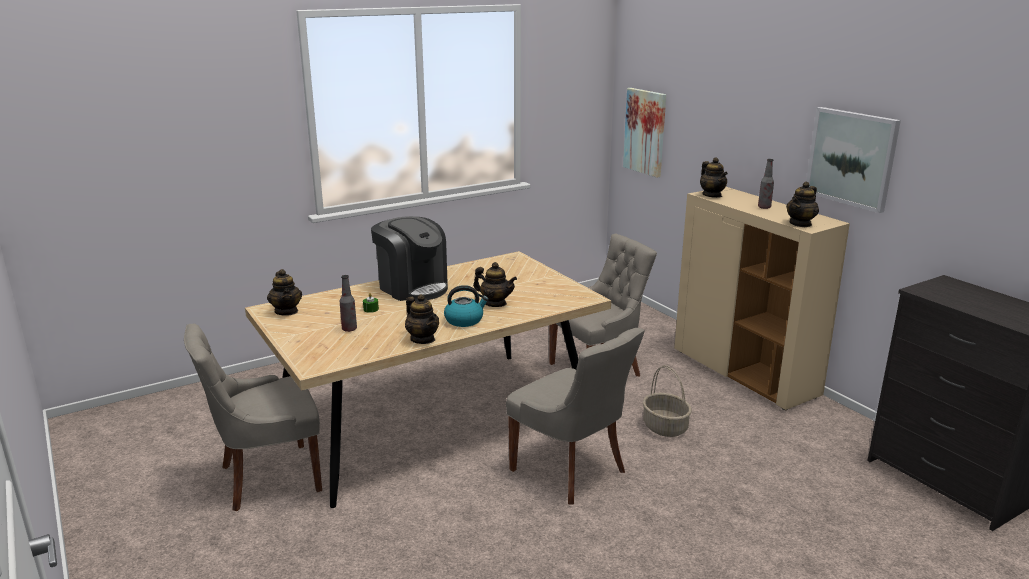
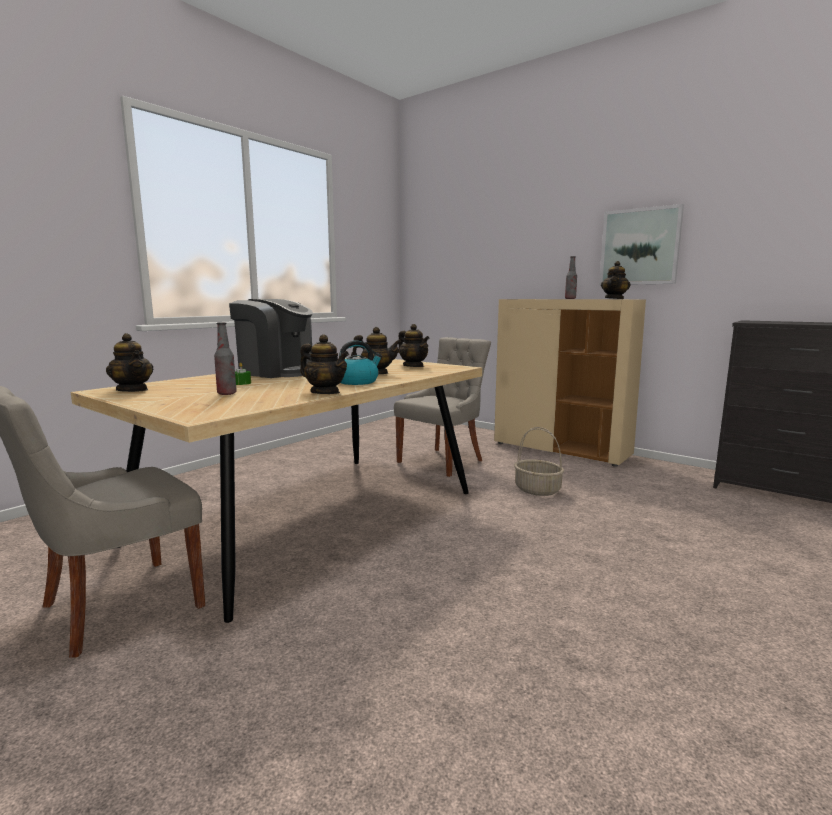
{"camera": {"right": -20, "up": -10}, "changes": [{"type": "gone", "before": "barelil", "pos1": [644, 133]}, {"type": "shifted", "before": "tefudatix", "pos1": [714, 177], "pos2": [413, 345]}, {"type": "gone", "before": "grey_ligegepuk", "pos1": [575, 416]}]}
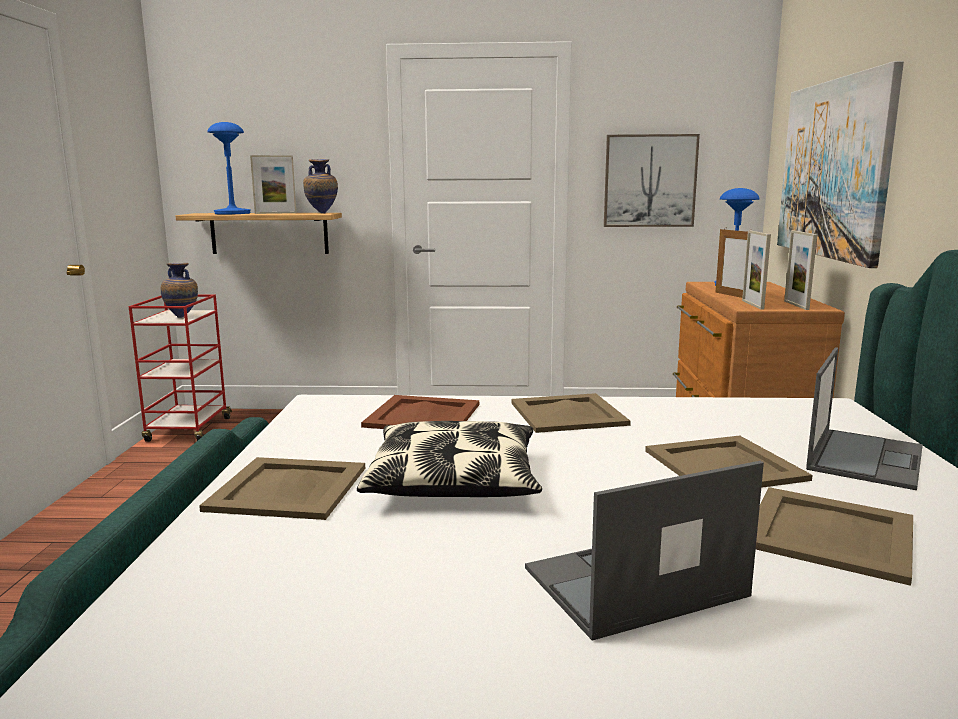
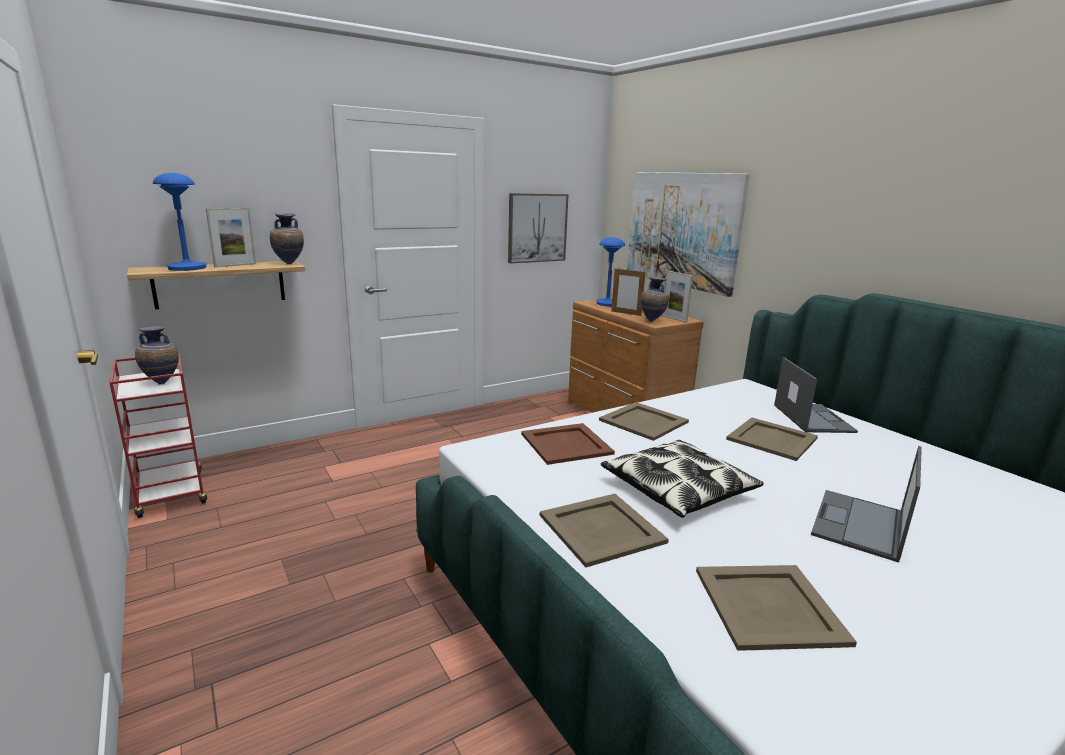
{"camera": {"right": -35, "up": 5}, "changes": [{"type": "swapped", "before": "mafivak", "after": "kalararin", "pos1": [756, 270], "pos2": [655, 299]}, {"type": "shifted", "before": "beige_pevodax", "pos1": [834, 536], "pos2": [776, 608]}]}
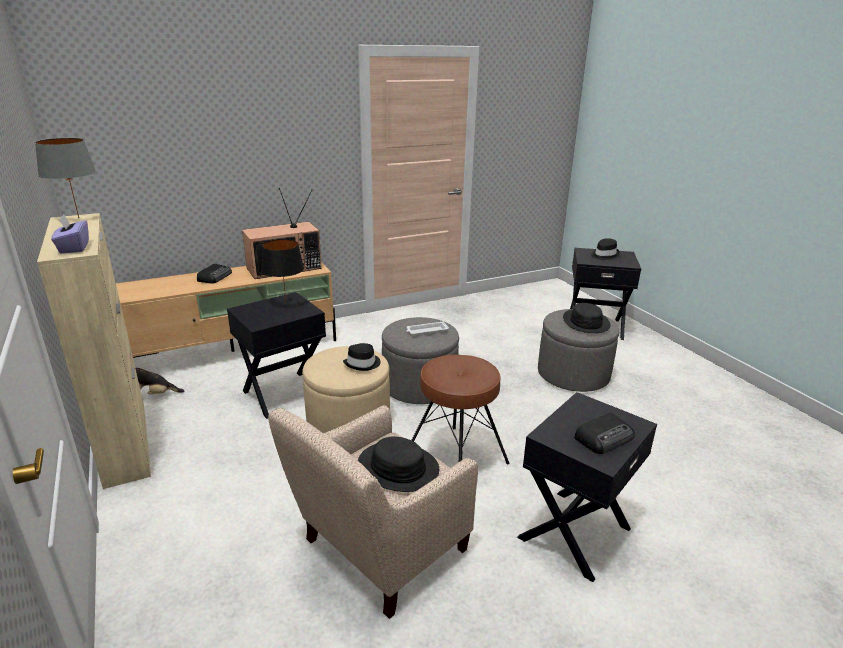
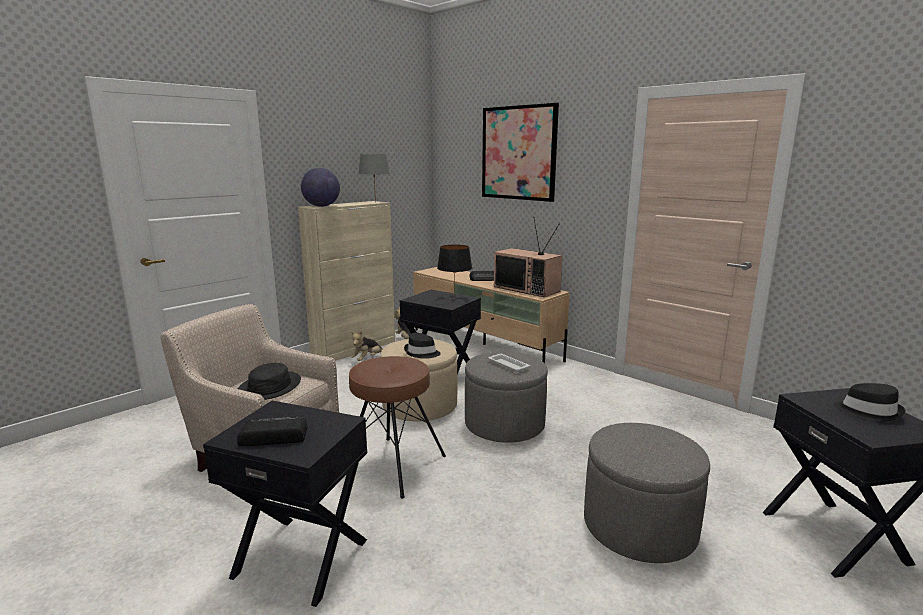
{"camera": {"right": 70, "up": -10}, "changes": [{"type": "swapped", "before": "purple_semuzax", "after": "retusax", "pos1": [70, 234], "pos2": [320, 187]}, {"type": "gone", "before": "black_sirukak", "pos1": [586, 318]}, {"type": "rotated", "before": "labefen", "pos1": [604, 433], "pos2": [272, 431], "turn": 135}, {"type": "new", "after": "barelil", "pos2": [520, 152]}, {"type": "new", "after": "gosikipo", "pos2": [366, 346]}]}
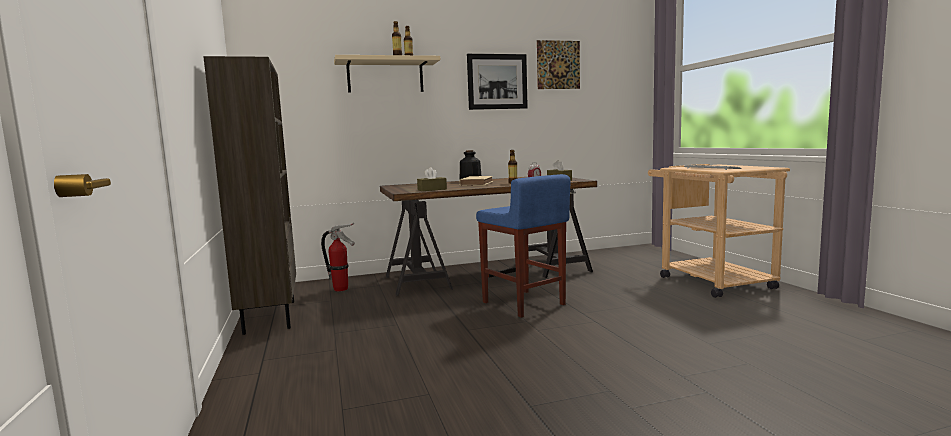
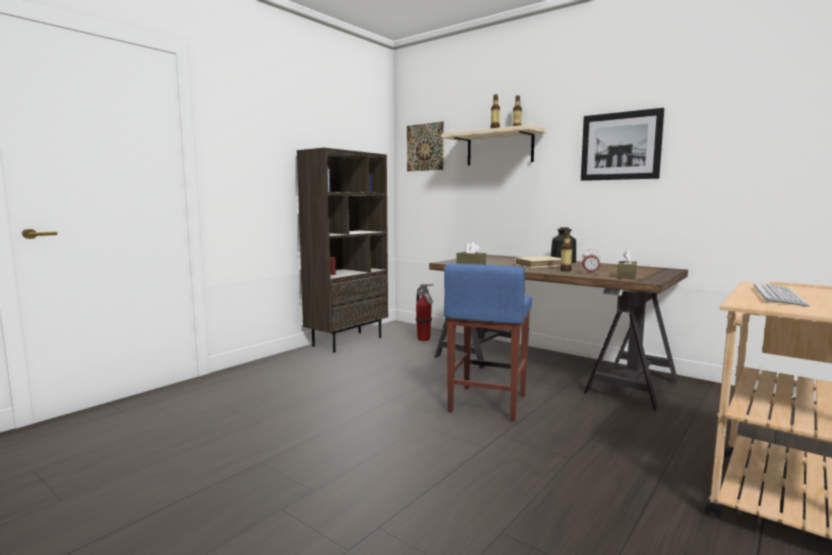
{"camera": {"right": 55, "up": 0}, "changes": [{"type": "shifted", "before": "barelil", "pos1": [558, 64], "pos2": [425, 146]}]}
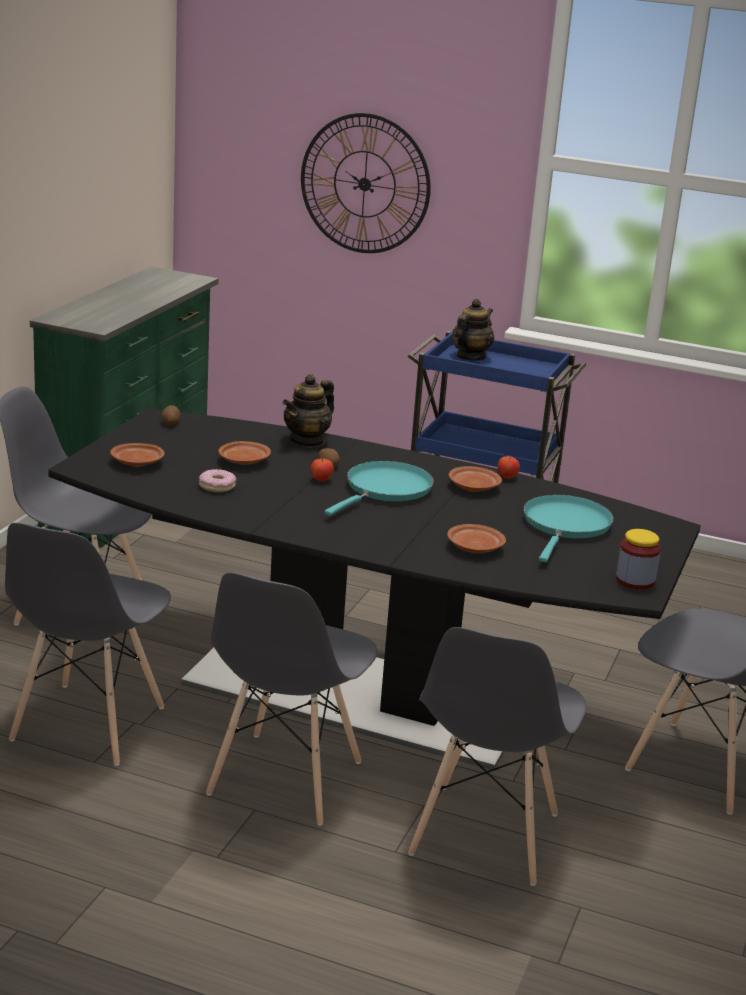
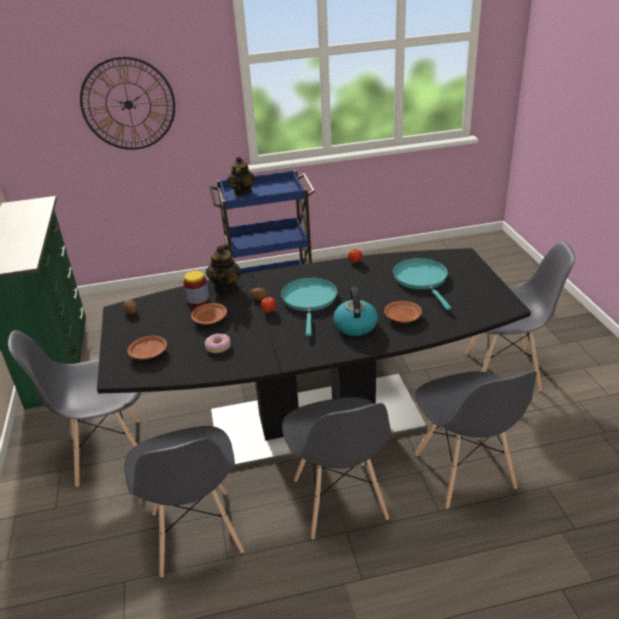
{"camera": {"right": -30, "up": 10}, "changes": [{"type": "gone", "before": "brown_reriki", "pos1": [475, 479]}, {"type": "shifted", "before": "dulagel", "pos1": [638, 559], "pos2": [196, 288]}, {"type": "new", "after": "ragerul", "pos2": [355, 311]}]}
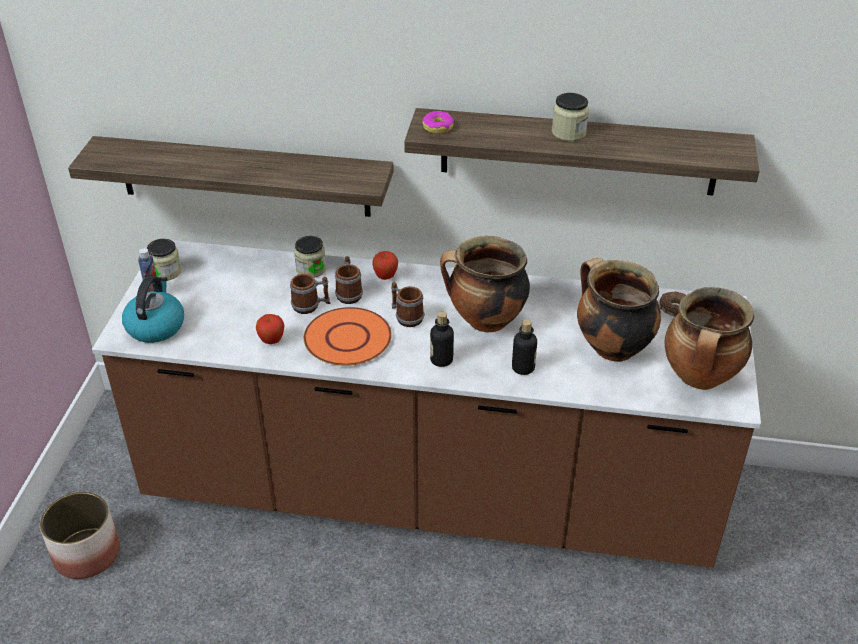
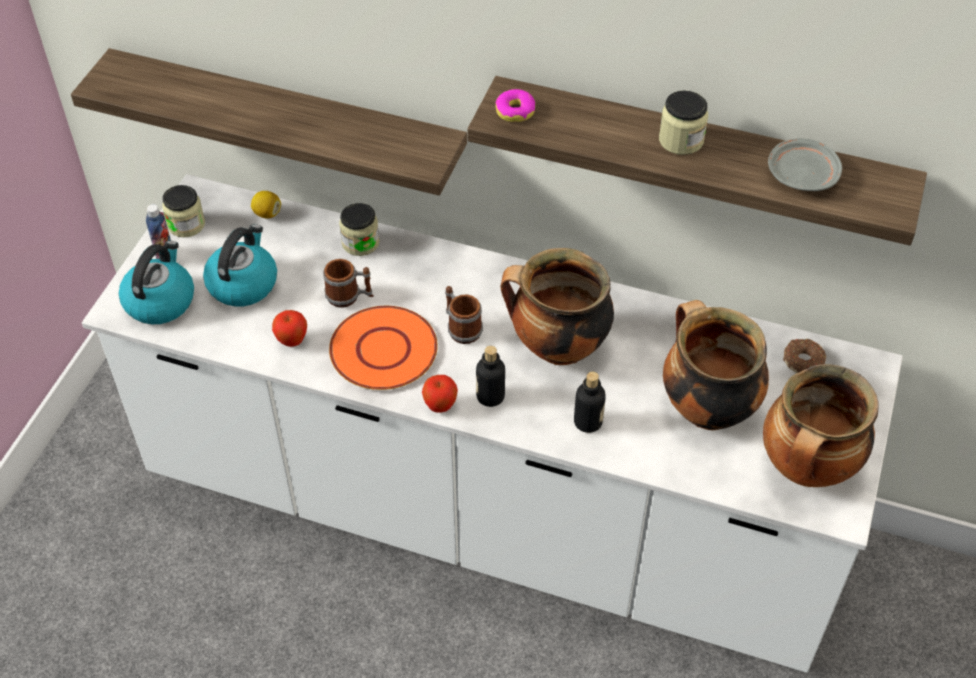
{"camera": {"right": 10, "up": 10}, "changes": [{"type": "repainted", "before": "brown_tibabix", "after": "white_tibabix", "pos1": [426, 404], "pos2": [492, 423]}, {"type": "shifted", "before": "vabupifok", "pos1": [385, 265], "pos2": [440, 394]}, {"type": "gone", "before": "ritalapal", "pos1": [349, 280]}, {"type": "gone", "before": "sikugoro", "pos1": [80, 535]}, {"type": "new", "after": "grey_reriki", "pos2": [805, 164]}, {"type": "new", "after": "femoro", "pos2": [266, 205]}, {"type": "new", "after": "ragerul", "pos2": [240, 265]}]}
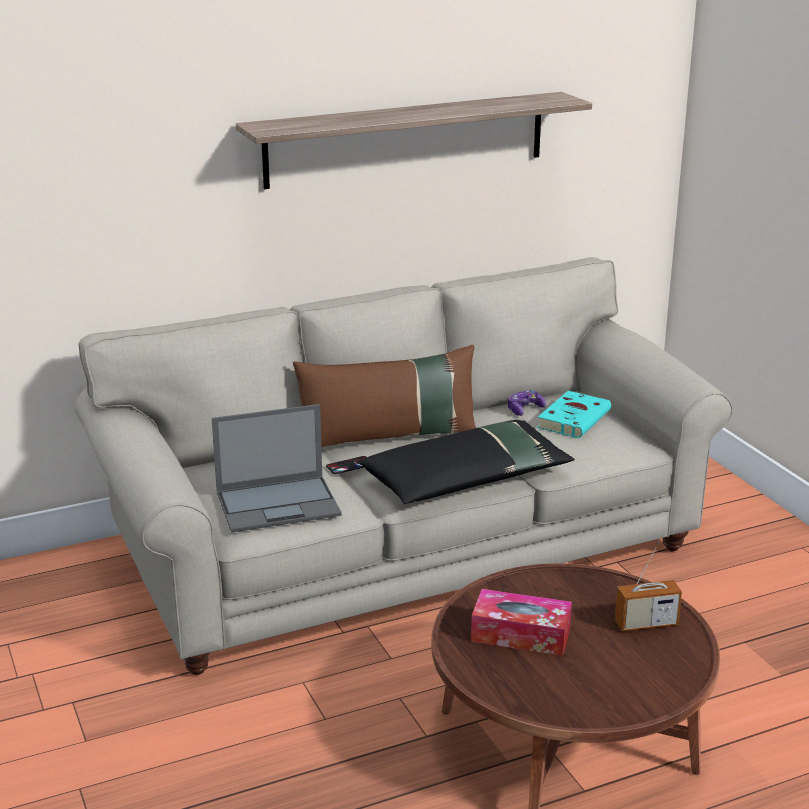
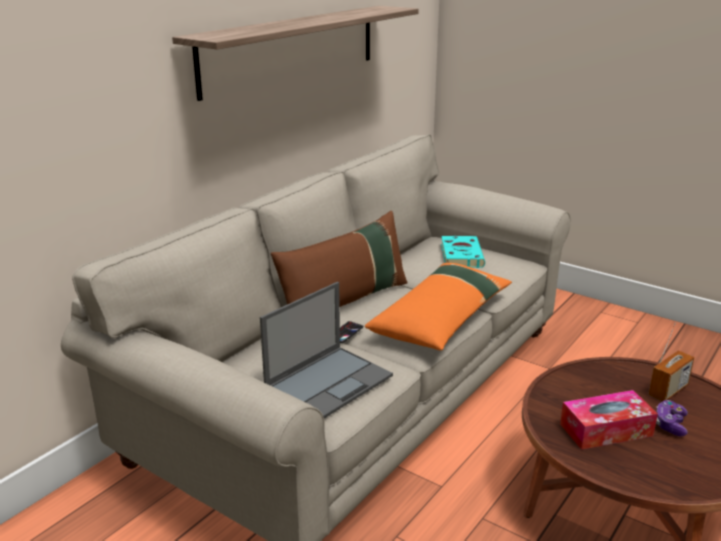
{"camera": {"right": -30, "up": 0}, "changes": [{"type": "shifted", "before": "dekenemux", "pos1": [527, 403], "pos2": [672, 418]}, {"type": "repainted", "before": "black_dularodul", "after": "orange_dularodul", "pos1": [467, 462], "pos2": [438, 307]}]}
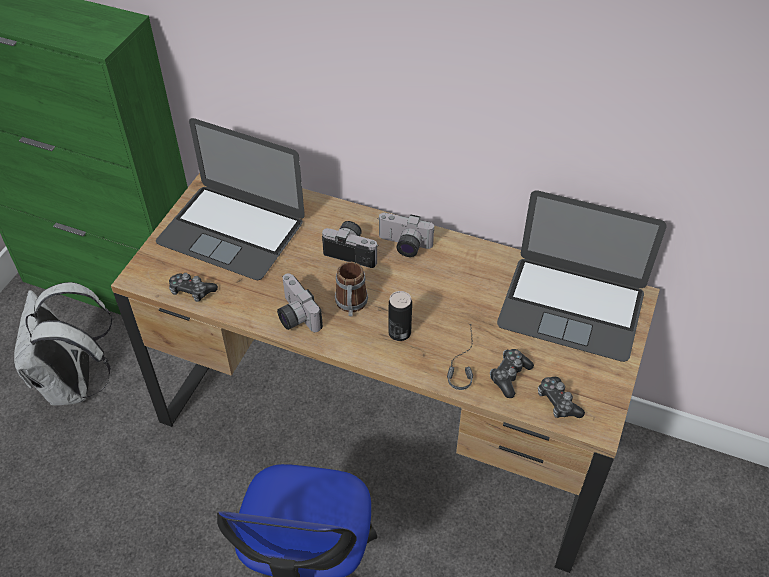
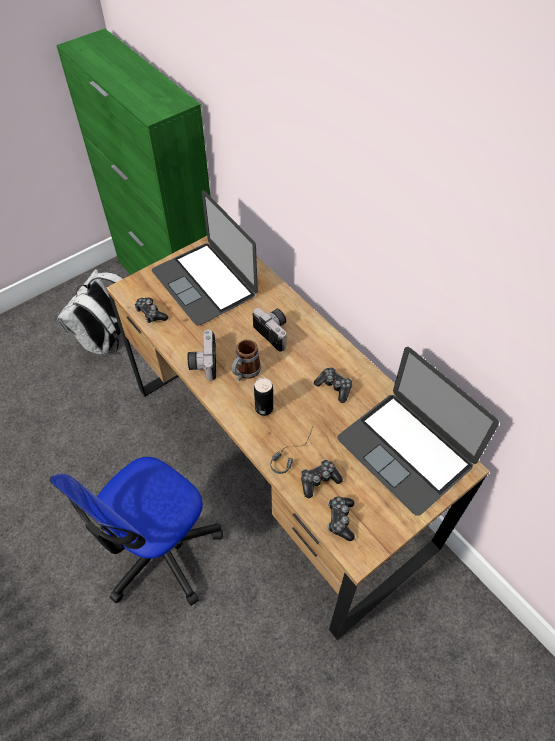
{"camera": {"right": 30, "up": 5}, "changes": [{"type": "gone", "before": "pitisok", "pos1": [407, 235]}, {"type": "new", "after": "dekenemux", "pos2": [333, 385]}]}
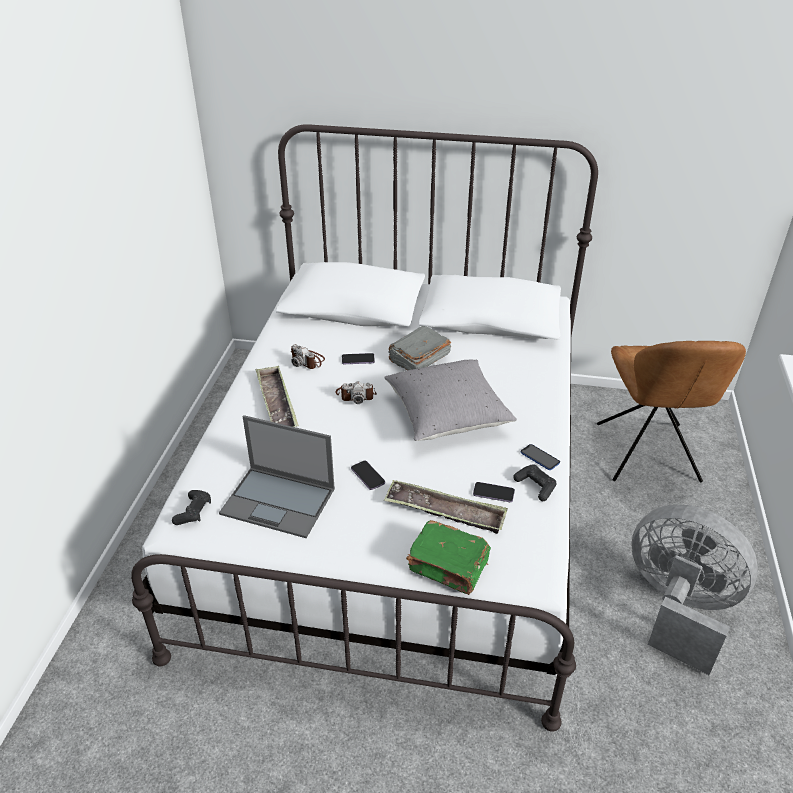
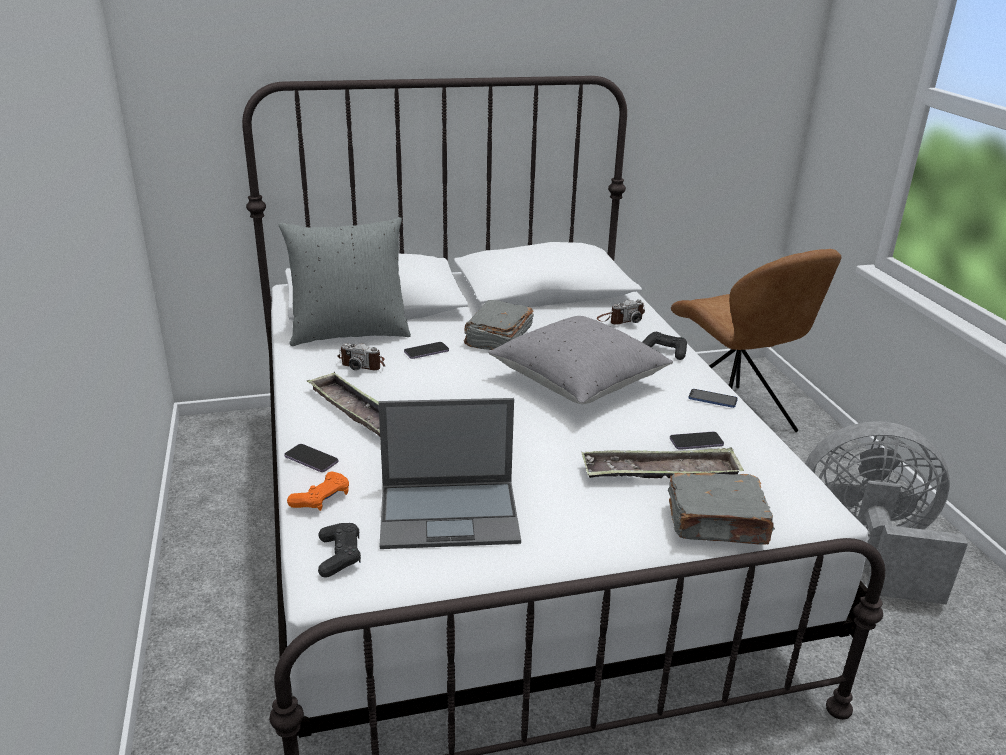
{"camera": {"right": -25, "up": -10}, "changes": [{"type": "shifted", "before": "pitisok", "pos1": [356, 392], "pos2": [621, 312]}, {"type": "shifted", "before": "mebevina", "pos1": [368, 475], "pos2": [311, 458]}, {"type": "shifted", "before": "black_dekenemux", "pos1": [535, 482], "pos2": [664, 346]}, {"type": "repainted", "before": "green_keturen", "after": "grey_keturen", "pos1": [448, 557], "pos2": [721, 509]}, {"type": "new", "after": "grey_dularodul", "pos2": [345, 281]}, {"type": "new", "after": "orange_dekenemux", "pos2": [318, 491]}]}
